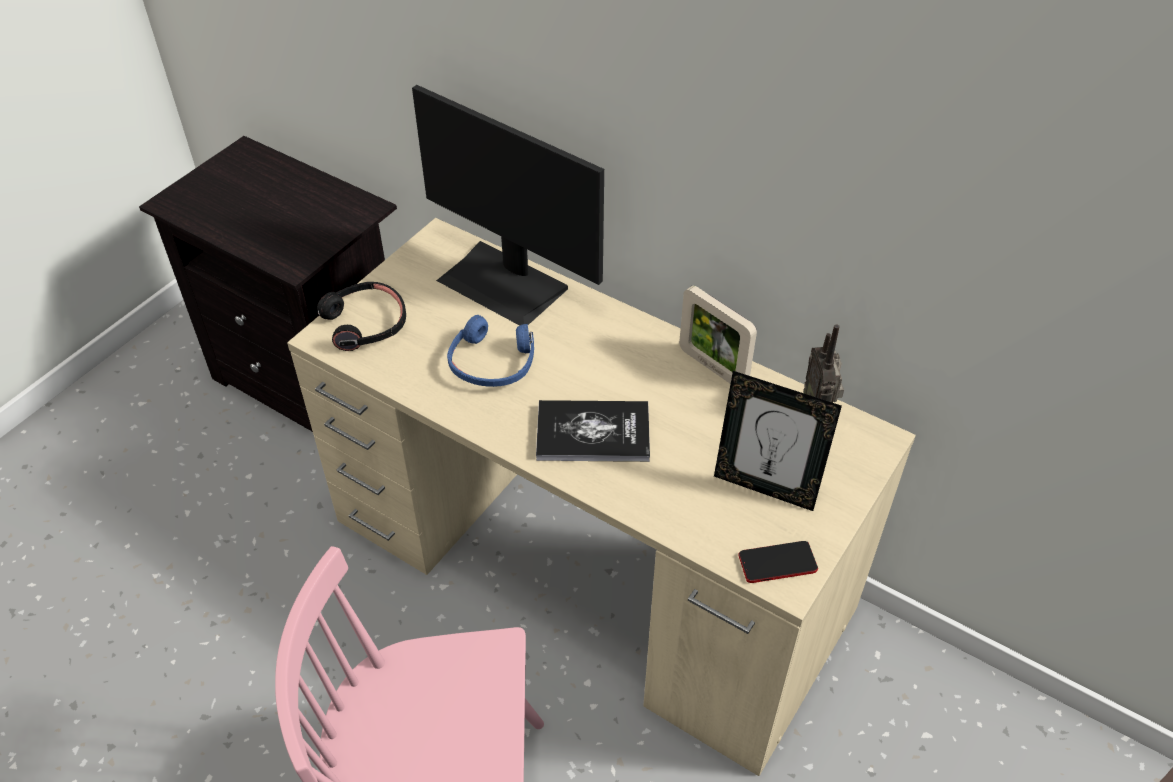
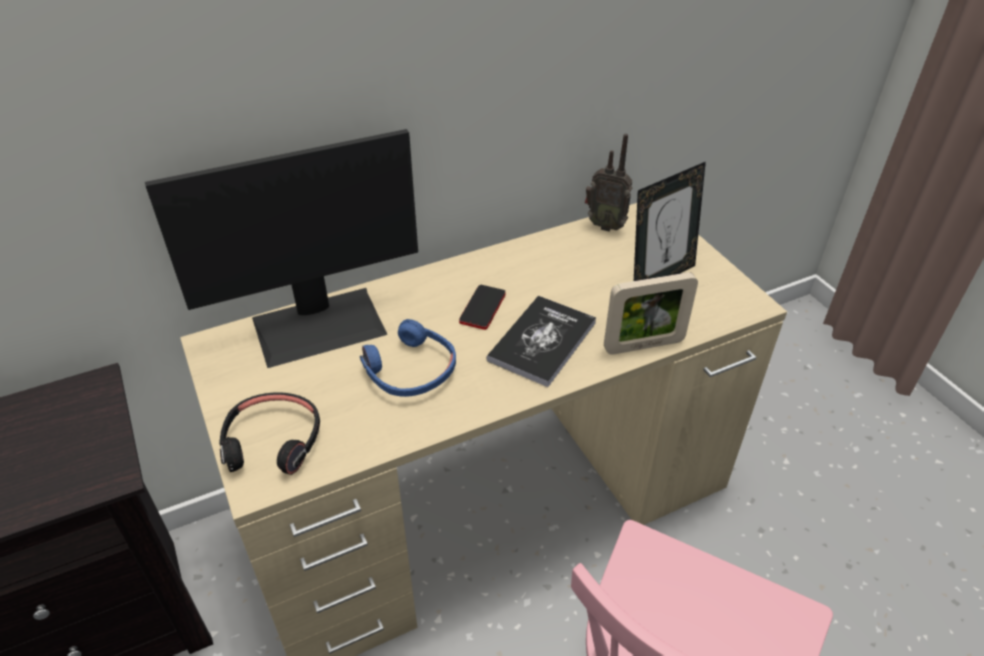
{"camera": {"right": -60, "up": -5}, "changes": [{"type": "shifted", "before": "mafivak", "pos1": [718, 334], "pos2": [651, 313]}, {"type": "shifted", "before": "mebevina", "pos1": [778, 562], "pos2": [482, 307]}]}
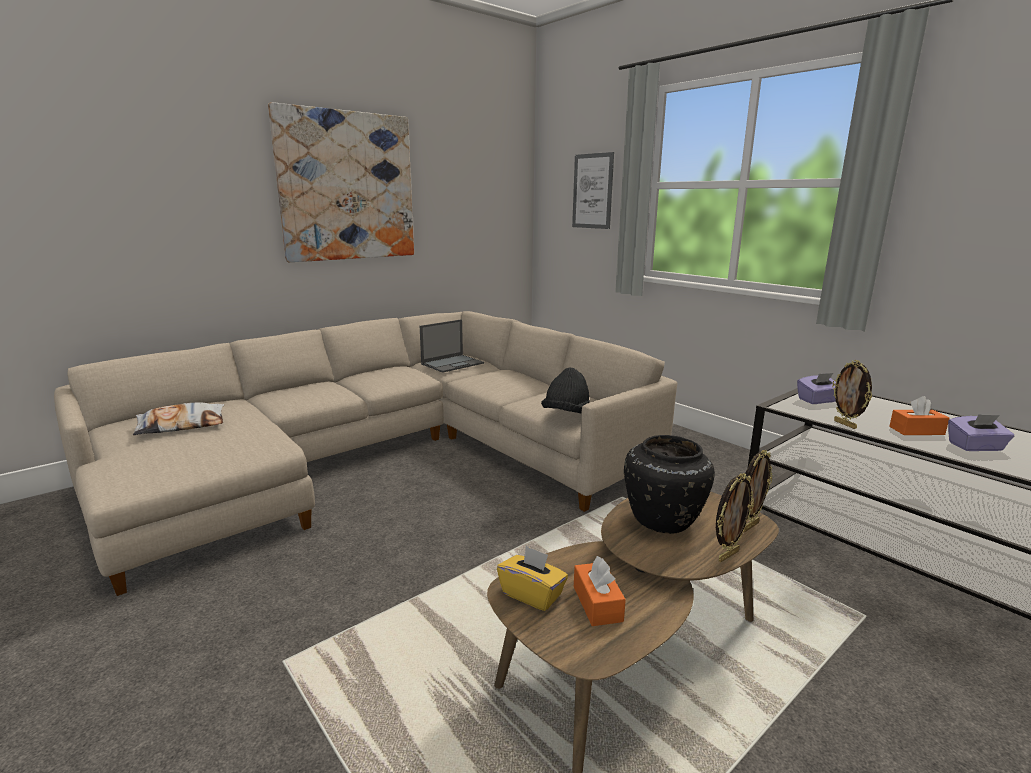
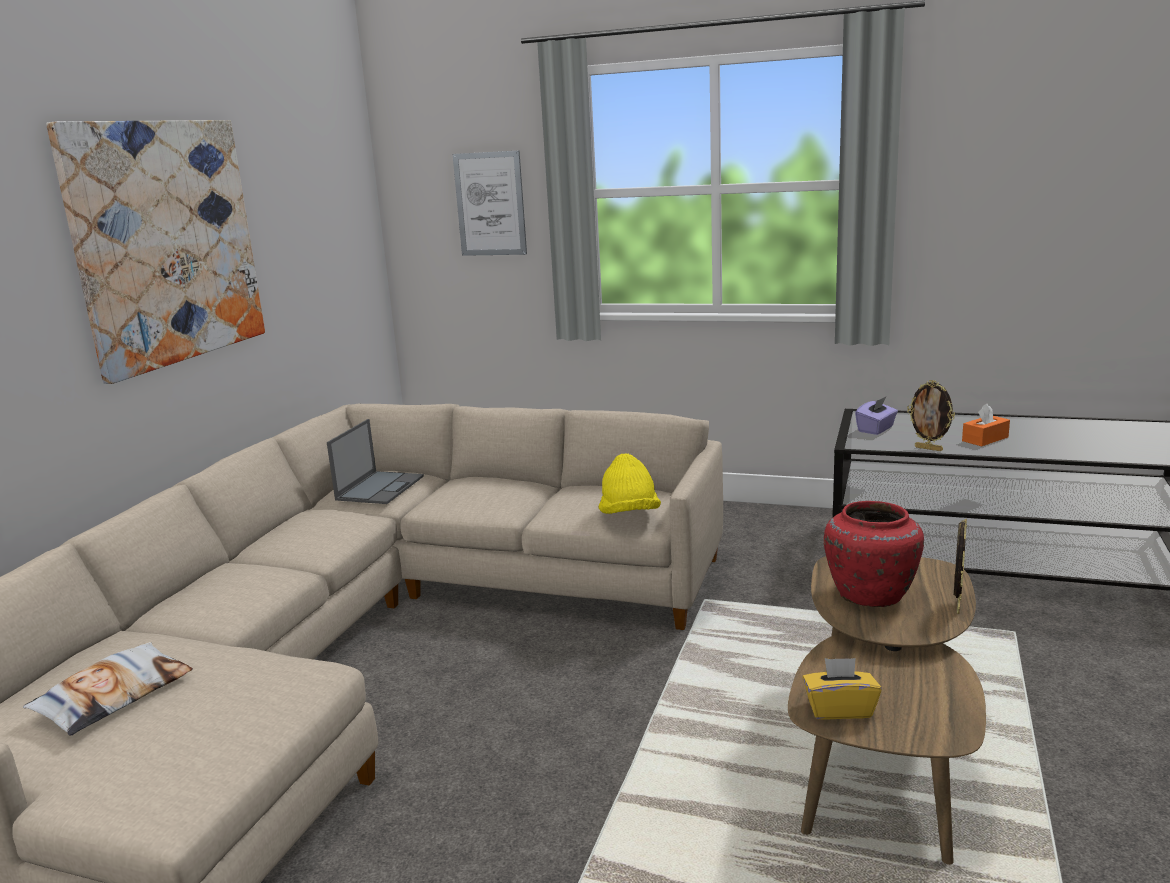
{"camera": {"right": -30, "up": 0}, "changes": [{"type": "repainted", "before": "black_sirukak", "after": "yellow_sirukak", "pos1": [565, 390], "pos2": [630, 483]}, {"type": "gone", "before": "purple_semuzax", "pos1": [981, 432]}, {"type": "repainted", "before": "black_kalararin", "after": "red_kalararin", "pos1": [669, 484], "pos2": [874, 554]}, {"type": "gone", "before": "mafivak", "pos1": [757, 491]}, {"type": "gone", "before": "orange_semuzax", "pos1": [600, 591]}]}
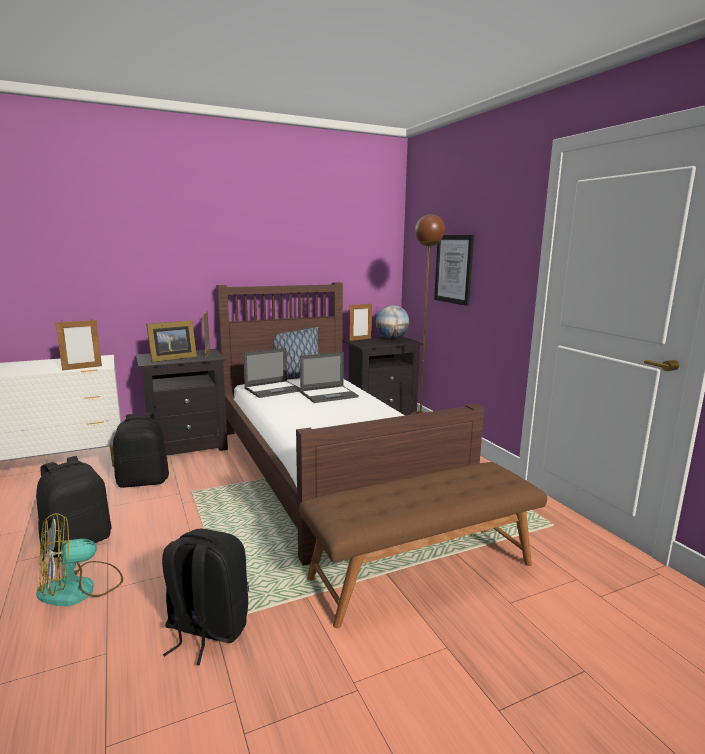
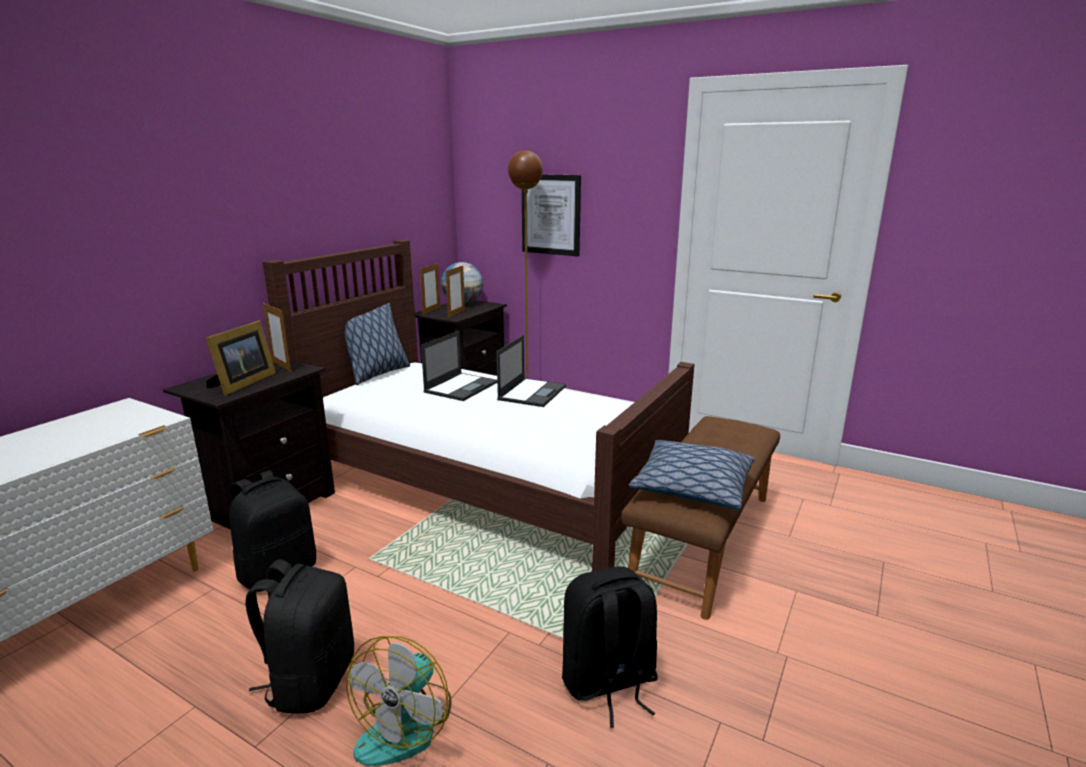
{"camera": {"right": -35, "up": 5}, "changes": [{"type": "shifted", "before": "mafivak", "pos1": [79, 345], "pos2": [455, 291]}, {"type": "shifted", "before": "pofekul", "pos1": [271, 373], "pos2": [531, 371]}, {"type": "new", "after": "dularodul", "pos2": [692, 474]}]}
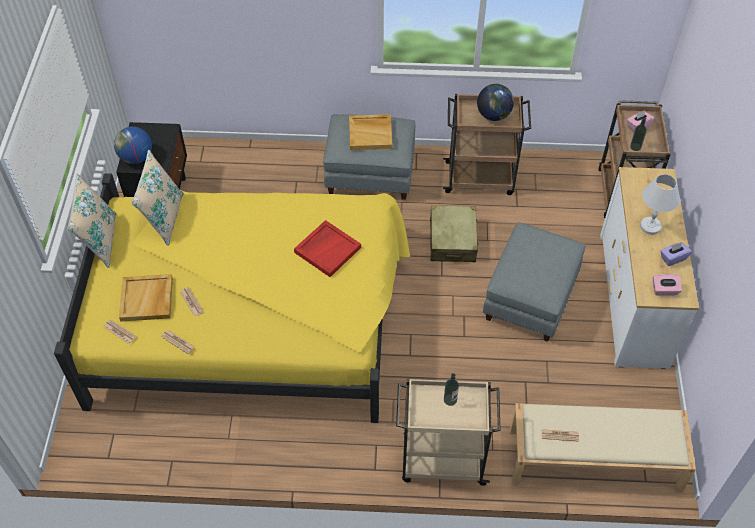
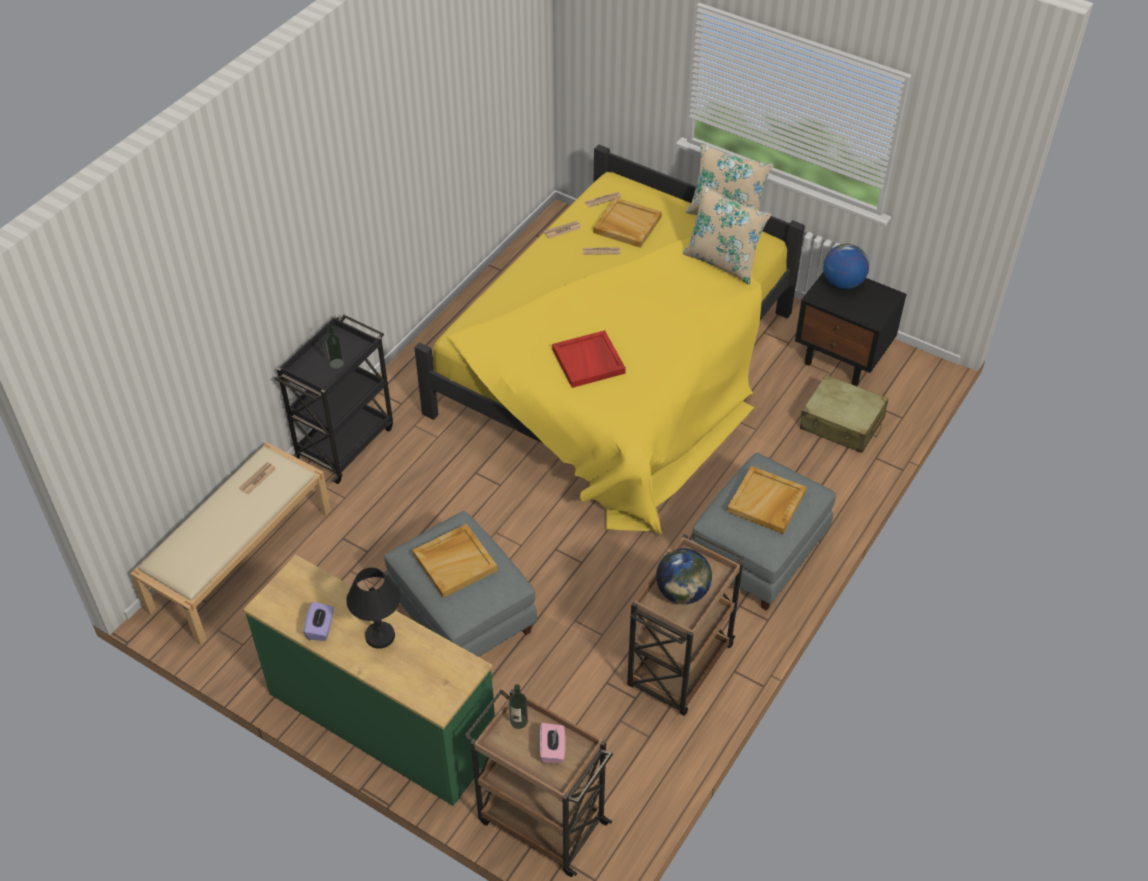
{"camera": {"right": 120, "up": -5}, "changes": [{"type": "repainted", "before": "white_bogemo", "after": "green_bogemo", "pos1": [649, 268], "pos2": [369, 680]}, {"type": "repainted", "before": "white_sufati", "after": "black_sufati", "pos1": [660, 204], "pos2": [373, 608]}, {"type": "shifted", "before": "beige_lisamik", "pos1": [454, 233], "pos2": [844, 414]}, {"type": "gone", "before": "pink_semuzax", "pos1": [667, 285]}, {"type": "repainted", "before": "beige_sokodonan", "after": "black_sokodonan", "pos1": [448, 432], "pos2": [334, 399]}, {"type": "new", "after": "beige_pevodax", "pos2": [455, 561]}]}
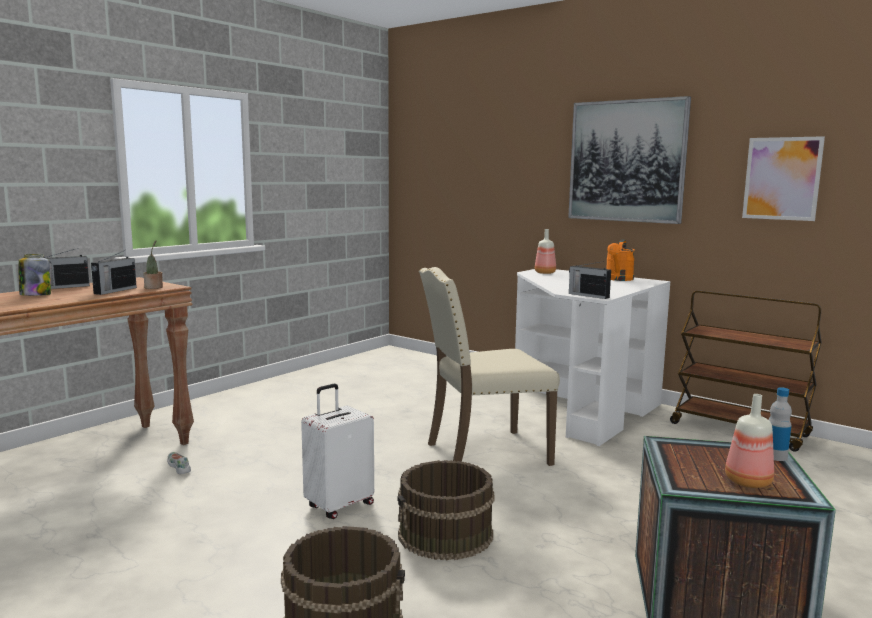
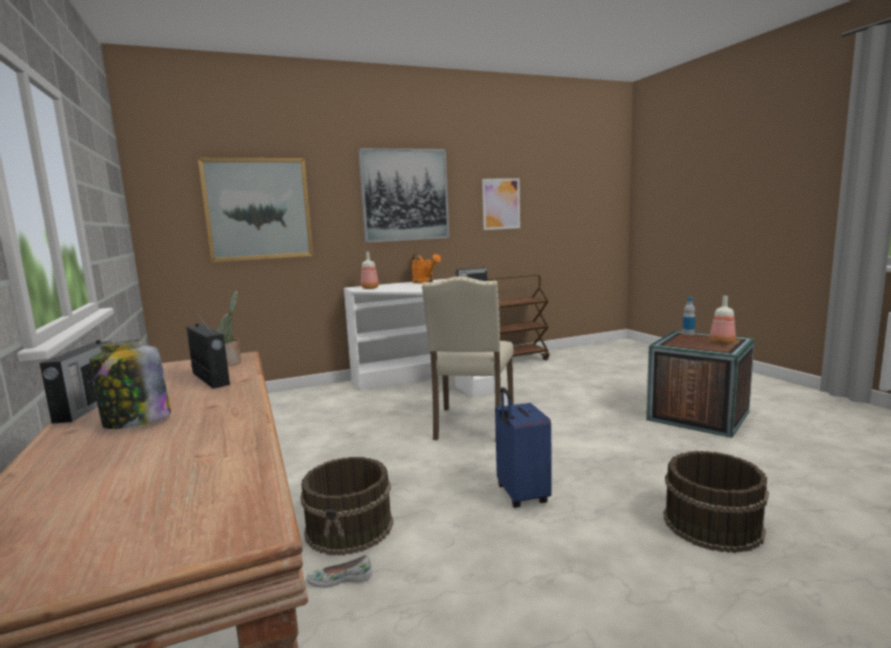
{"camera": {"right": -60, "up": 0}, "changes": [{"type": "repainted", "before": "white_lisamik", "after": "blue_lisamik", "pos1": [337, 451], "pos2": [523, 447]}, {"type": "shifted", "before": "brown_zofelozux", "pos1": [446, 510], "pos2": [346, 506]}, {"type": "new", "after": "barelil", "pos2": [255, 210]}]}
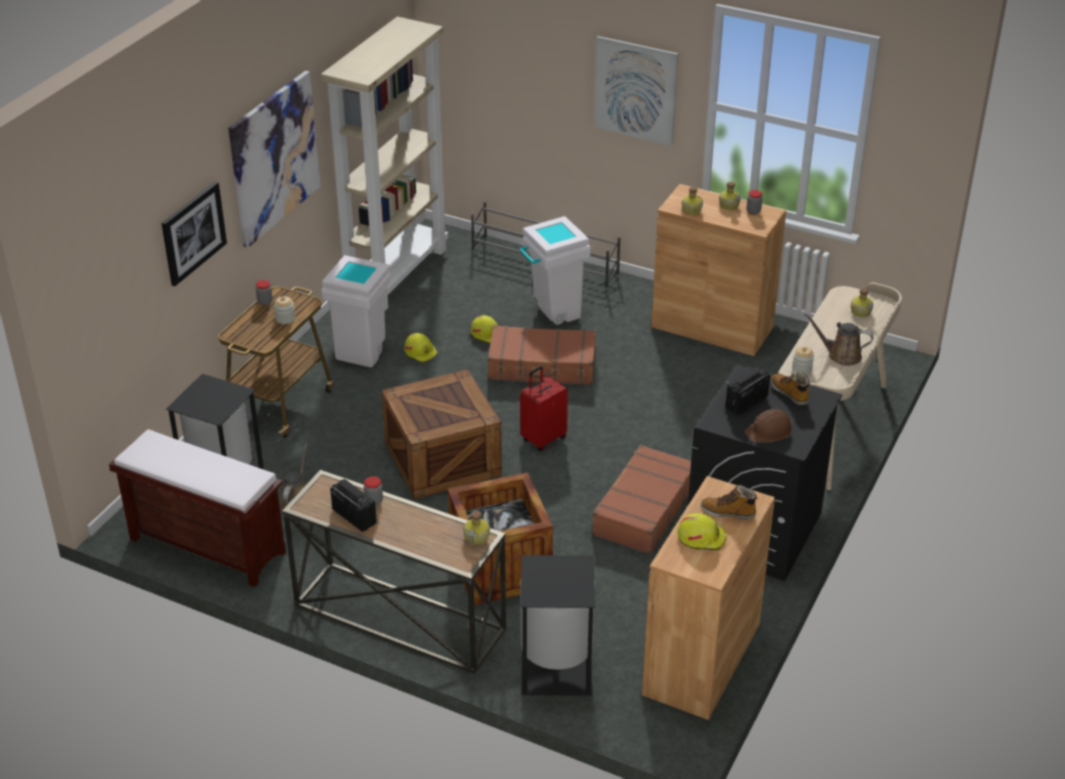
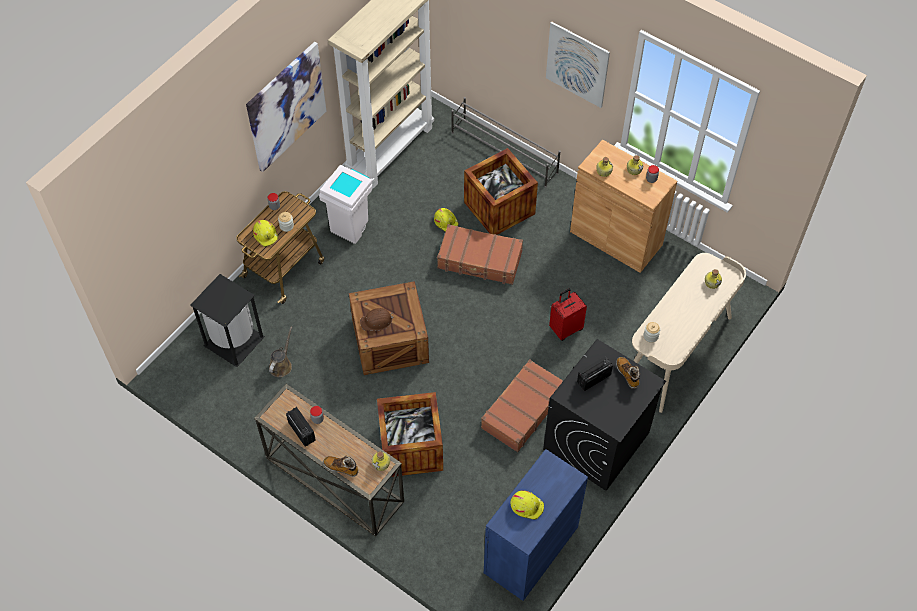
{"camera": {"right": 10, "up": 20}, "changes": [{"type": "gone", "before": "barelil", "pos1": [194, 233]}, {"type": "swapped", "before": "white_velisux", "after": "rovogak", "pos1": [555, 270], "pos2": [501, 191]}, {"type": "gone", "before": "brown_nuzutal", "pos1": [838, 339]}, {"type": "shifted", "before": "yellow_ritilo", "pos1": [421, 348], "pos2": [265, 233]}, {"type": "shifted", "before": "red_lisamik", "pos1": [544, 408], "pos2": [568, 315]}, {"type": "shifted", "before": "brown_ritilo", "pos1": [768, 426], "pos2": [377, 319]}, {"type": "gone", "before": "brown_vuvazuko", "pos1": [197, 508]}, {"type": "repainted", "before": "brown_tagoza", "after": "blue_tagoza", "pos1": [708, 598], "pos2": [536, 525]}, {"type": "shifted", "before": "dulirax", "pos1": [729, 502], "pos2": [341, 466]}, {"type": "gone", "before": "black_velisux", "pos1": [558, 625]}]}
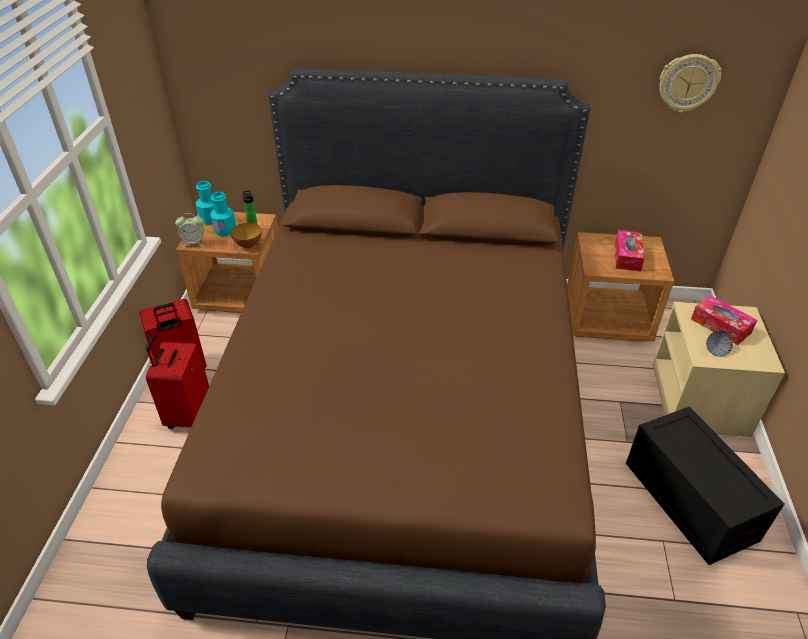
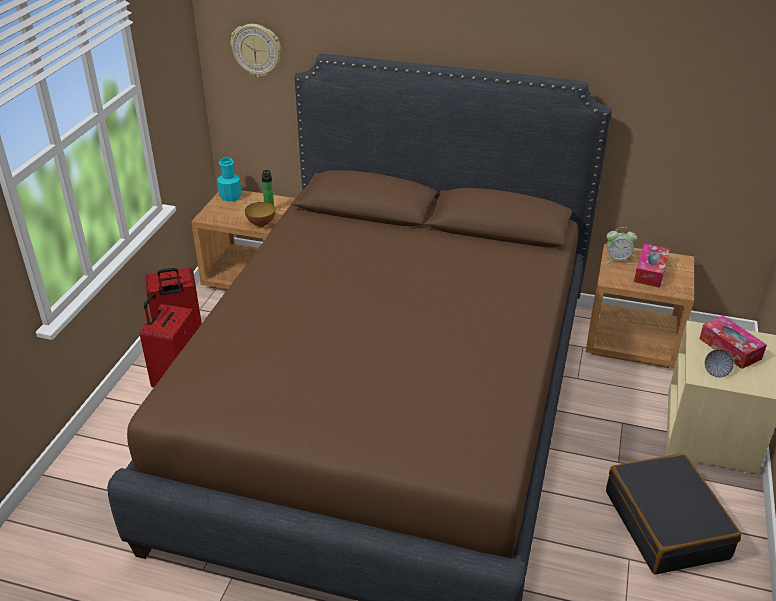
{"camera": {"right": 10, "up": -5}, "changes": [{"type": "shifted", "before": "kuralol", "pos1": [690, 83], "pos2": [256, 50]}, {"type": "gone", "before": "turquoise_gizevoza", "pos1": [223, 214]}, {"type": "shifted", "before": "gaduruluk", "pos1": [190, 230], "pos2": [621, 246]}, {"type": "swapped", "before": "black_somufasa", "after": "black_lisamik", "pos1": [705, 485], "pos2": [674, 513]}]}
